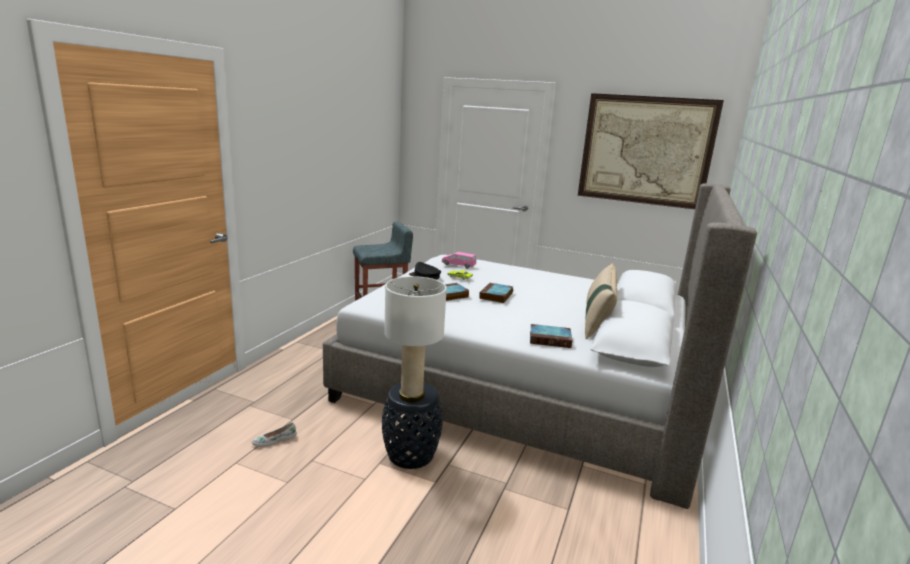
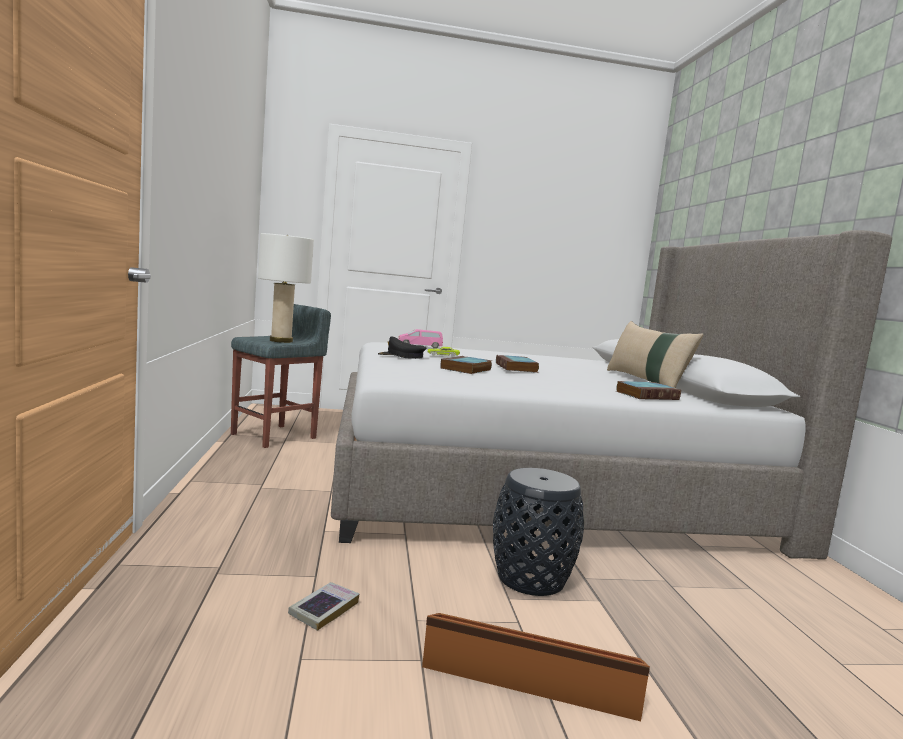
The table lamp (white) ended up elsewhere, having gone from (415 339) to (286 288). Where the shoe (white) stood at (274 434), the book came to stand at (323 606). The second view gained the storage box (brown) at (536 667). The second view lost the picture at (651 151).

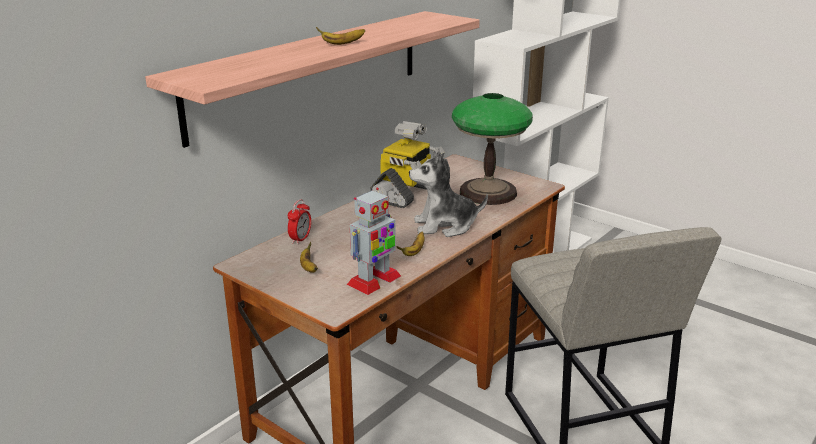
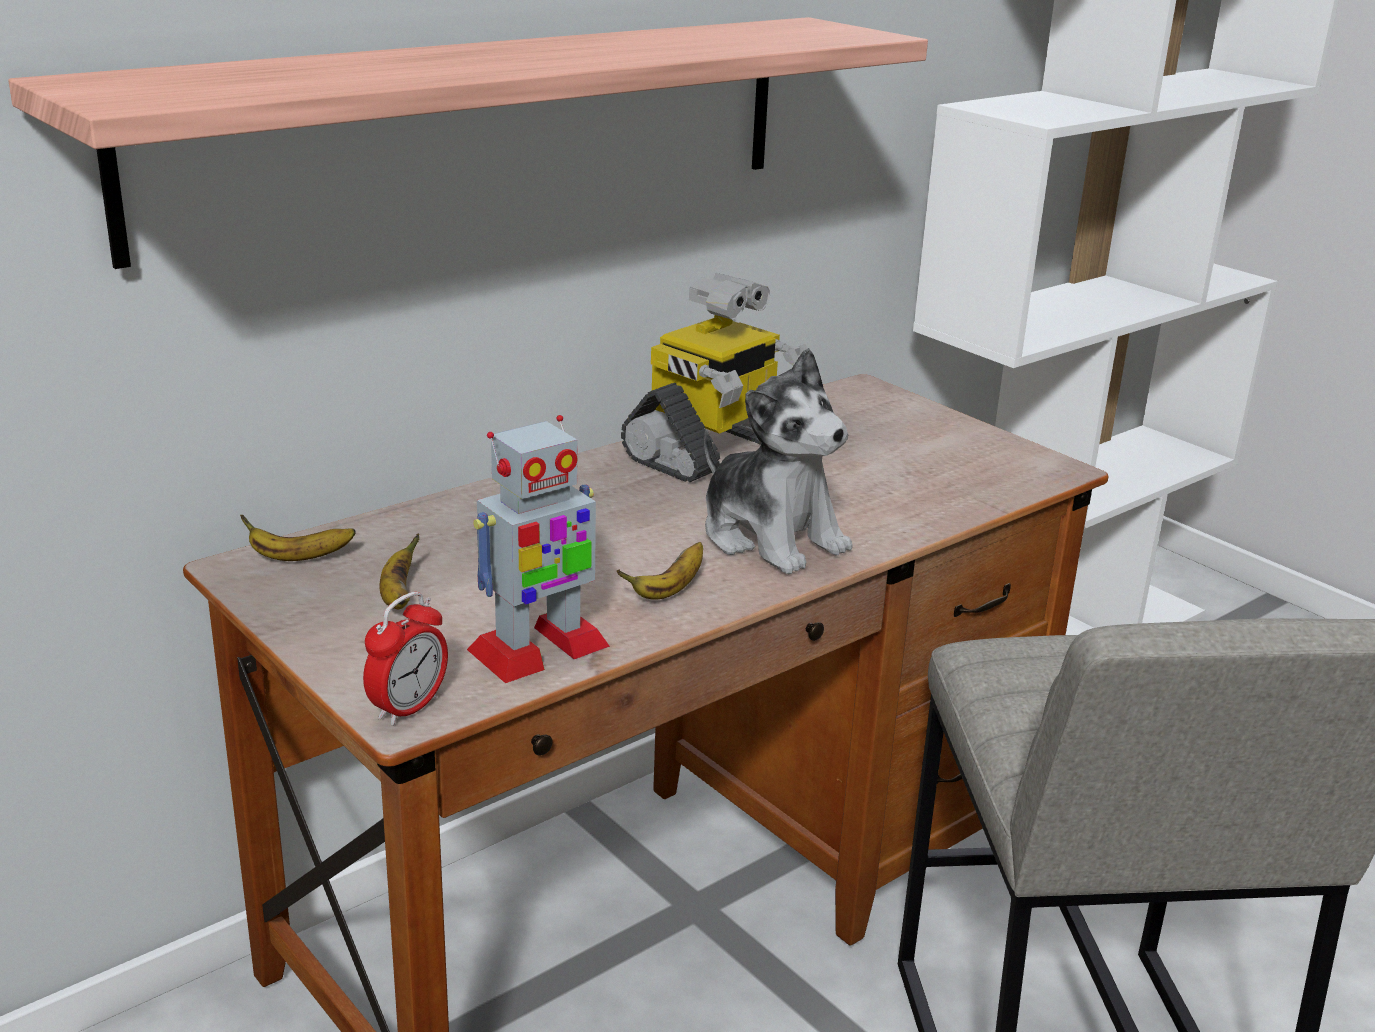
The banana ended up elsewhere, having gone from (340 36) to (298 538). The alarm clock ended up elsewhere, having gone from (299 221) to (405 659). The plush toy at (448 194) ended up facing another way, 135 degrees counterclockwise from before. The second view lost the table lamp at (492 149).

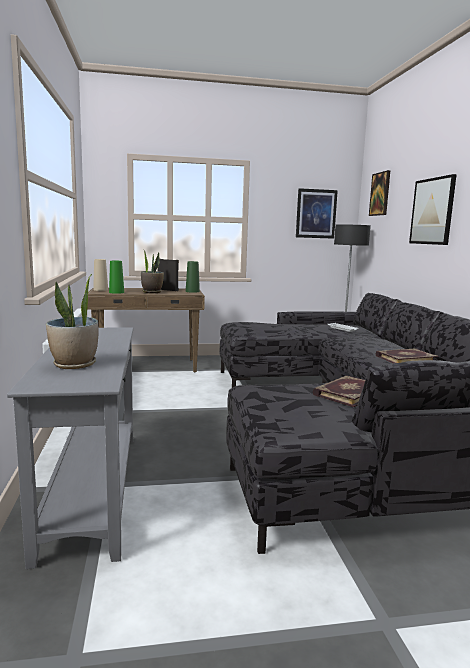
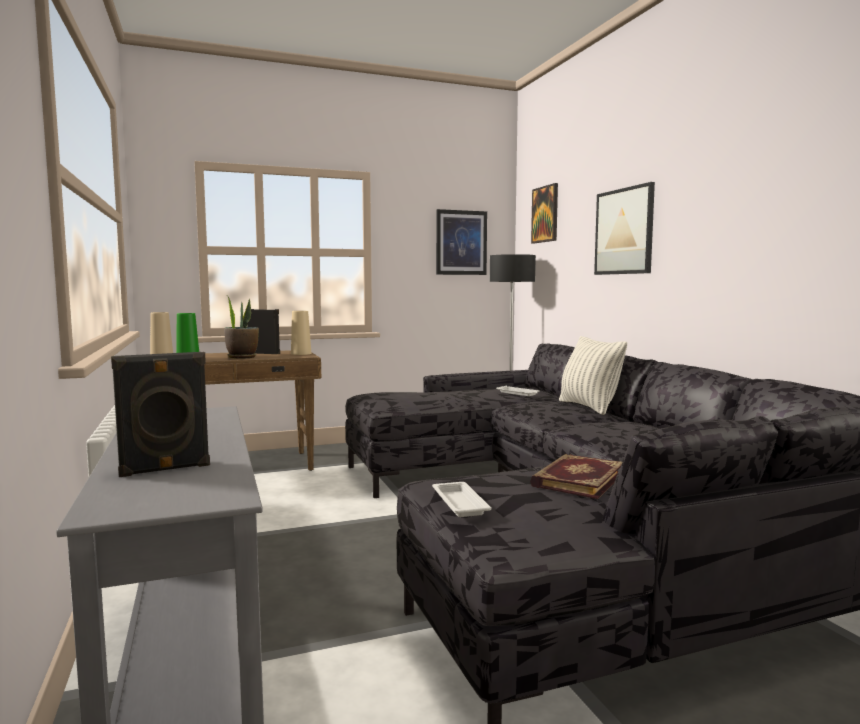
Where the potted plant stood at (72 321), the speaker (black) came to stand at (160 414). What was the vase (green) at (193 277) turned into the vase (beige) at (301 333). The second view gained the tray (white) at (461 499). The second view gained the pillow at (593 375). The second view lost the book at (407 356).

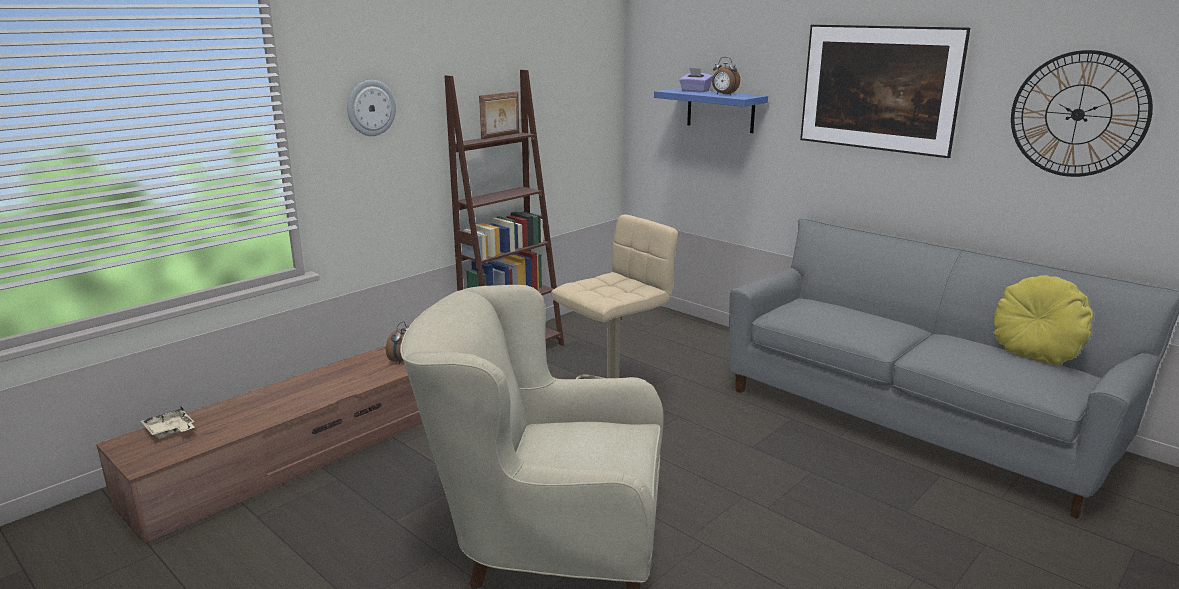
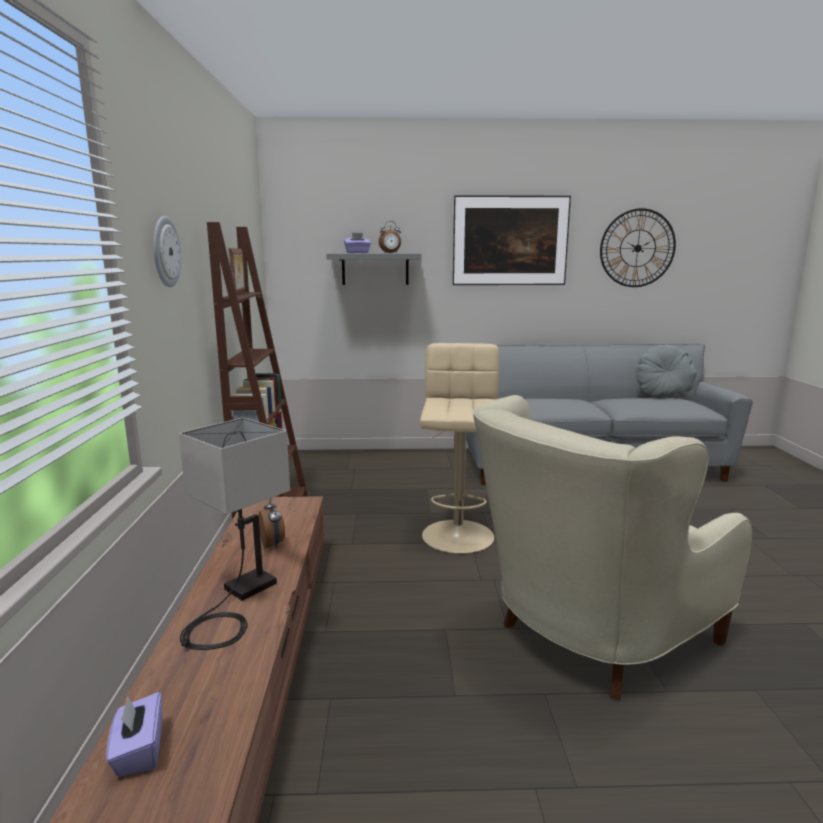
Where the tray (beige) stood at (167 422), the tissue box (purple) came to stand at (134 734). The second view gained the table lamp at (234 533). What was the shelf (blue) at (711 110) turned into the shelf (grey) at (373 269). What was the pillow (yellow) at (1043 320) turned into the pillow (grey) at (666 371).

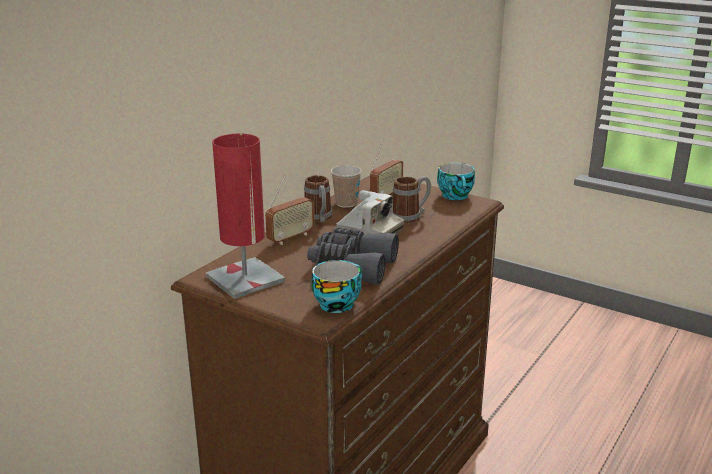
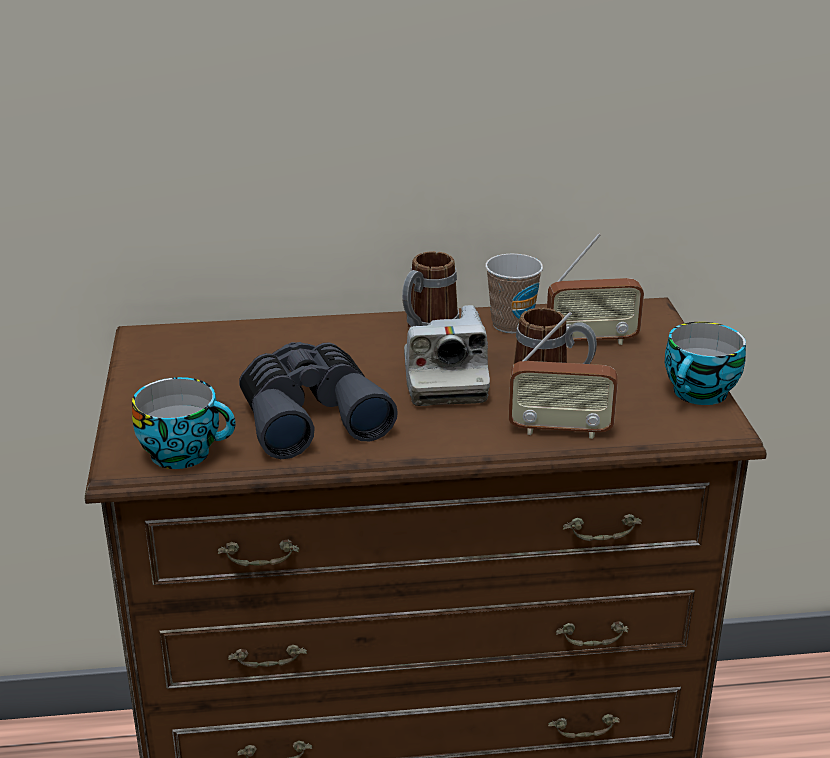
The radio ended up elsewhere, having gone from (289 210) to (563 375). The second view lost the table lamp (red) at (245 216).

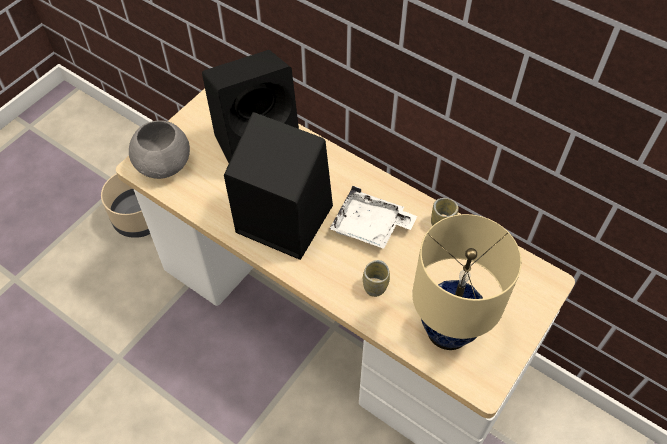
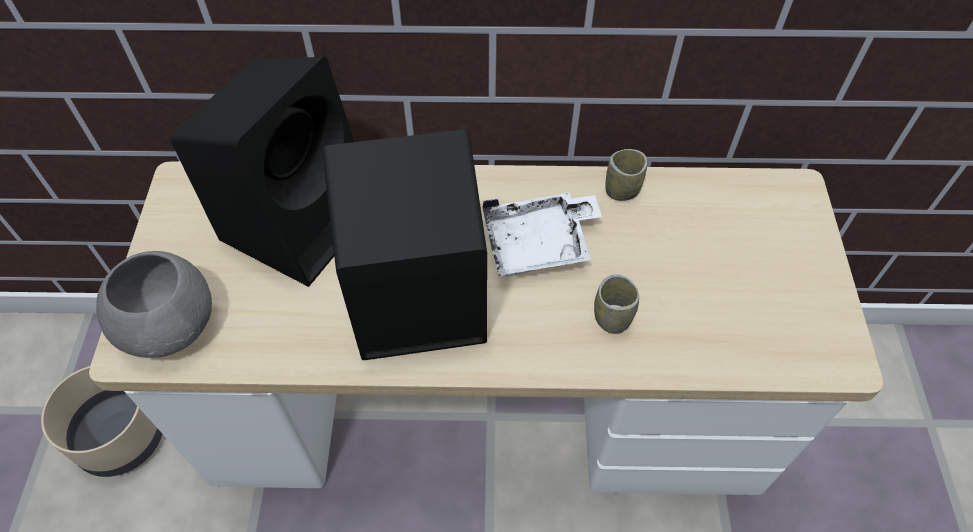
The second view lost the table lamp (beige) at (467 282).

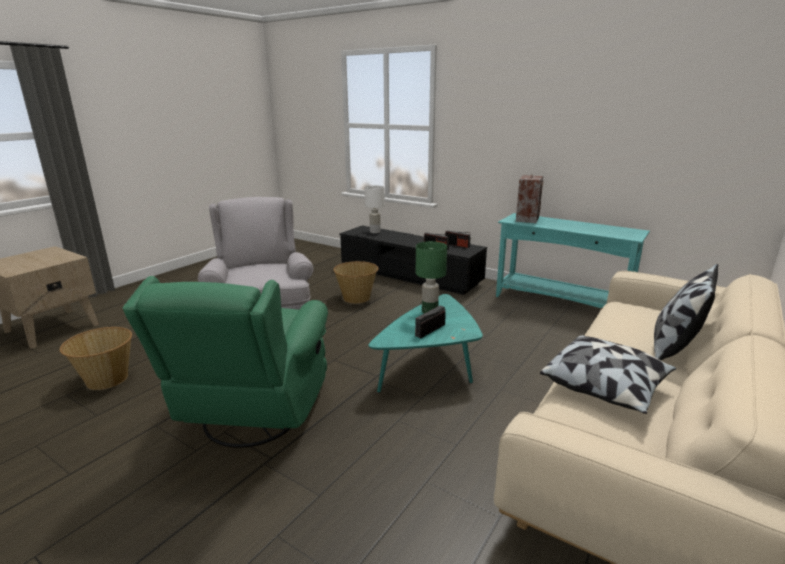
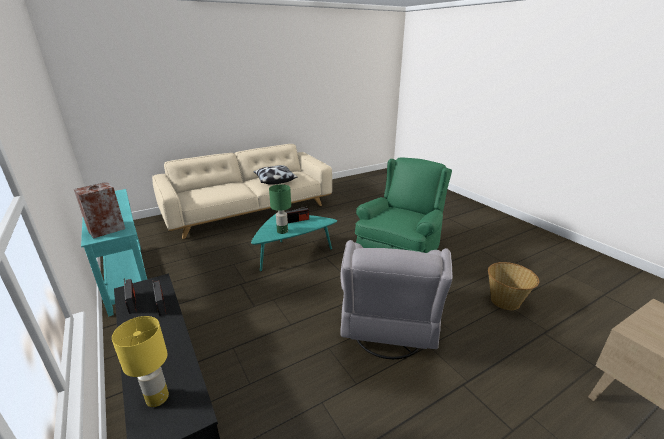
What was the table lamp (white) at (374 209) turned into the table lamp (yellow) at (140 361). The second view lost the basket at (356 282). The second view lost the pillow at (686 312).

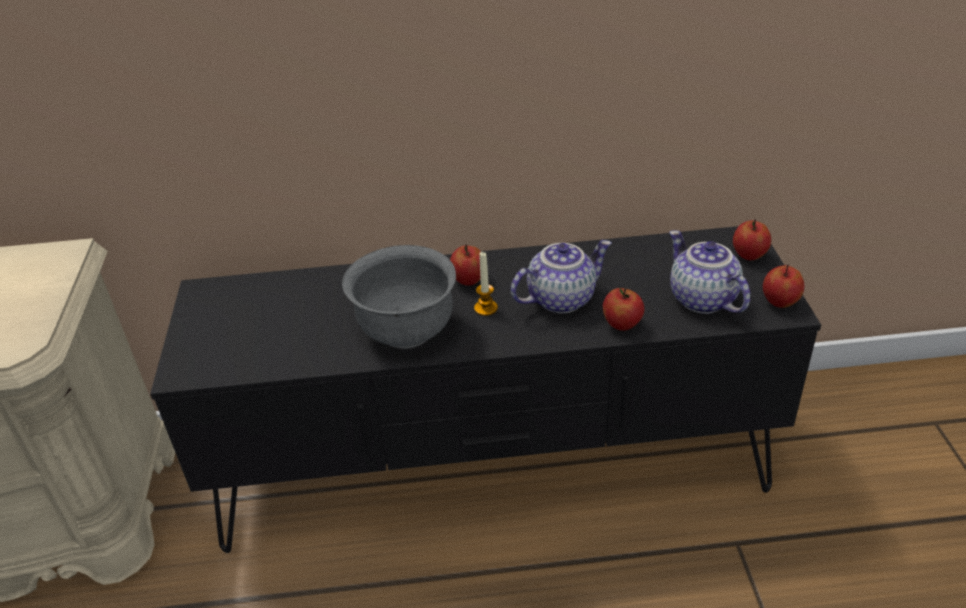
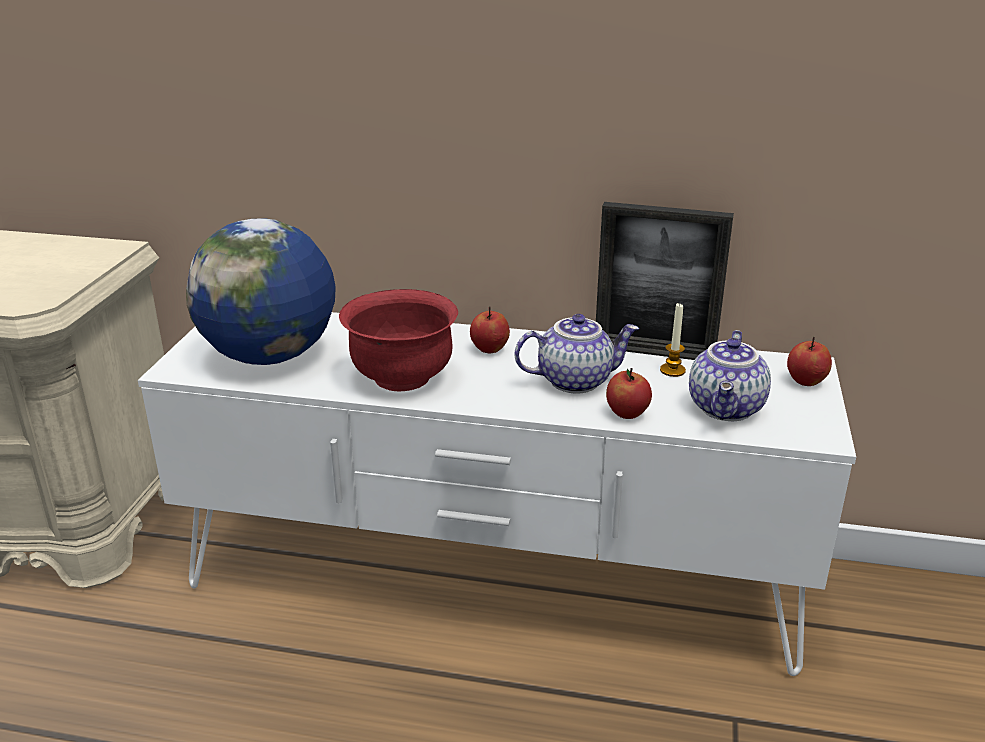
What was the tv stand (black) at (485 389) turned into the tv stand (white) at (497 494). The second view gained the globe at (261 291). What was the bowl (grey) at (399 297) turned into the bowl (red) at (398 340). The second view gained the picture frame at (665 281). The candle ended up elsewhere, having gone from (486 284) to (673 340). The teapot at (709 272) ended up facing another way, 150 degrees counterclockwise from before. The second view lost the apple at (783 286).

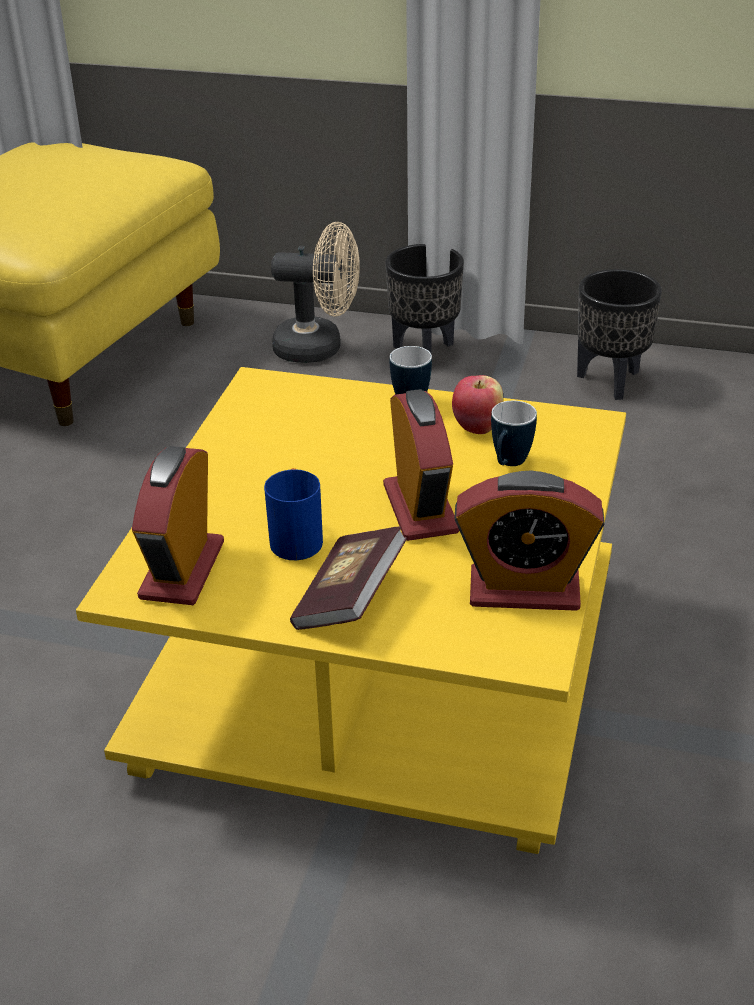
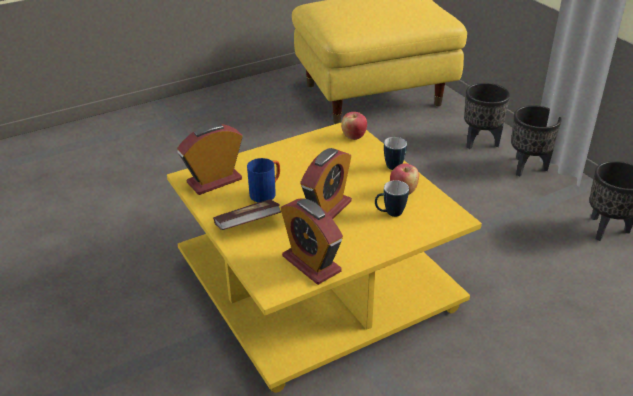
The second view gained the apple at (354 126). Where the fan (beige) stood at (315 292), the planter (black) came to stand at (487 116).

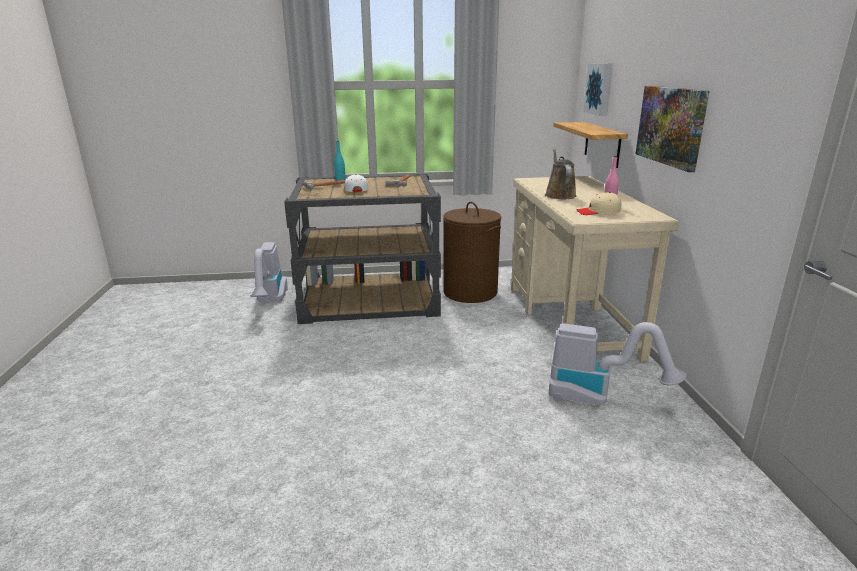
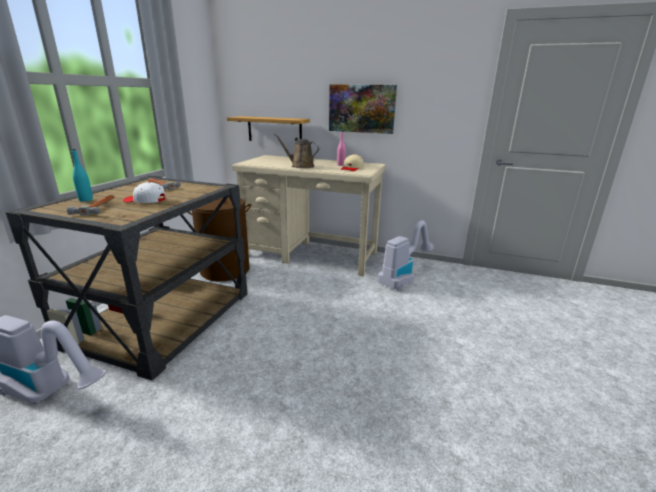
The second view lost the picture at (598 89).

